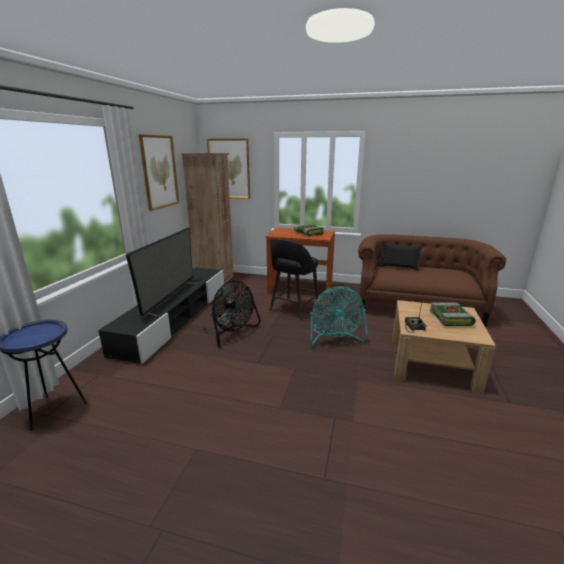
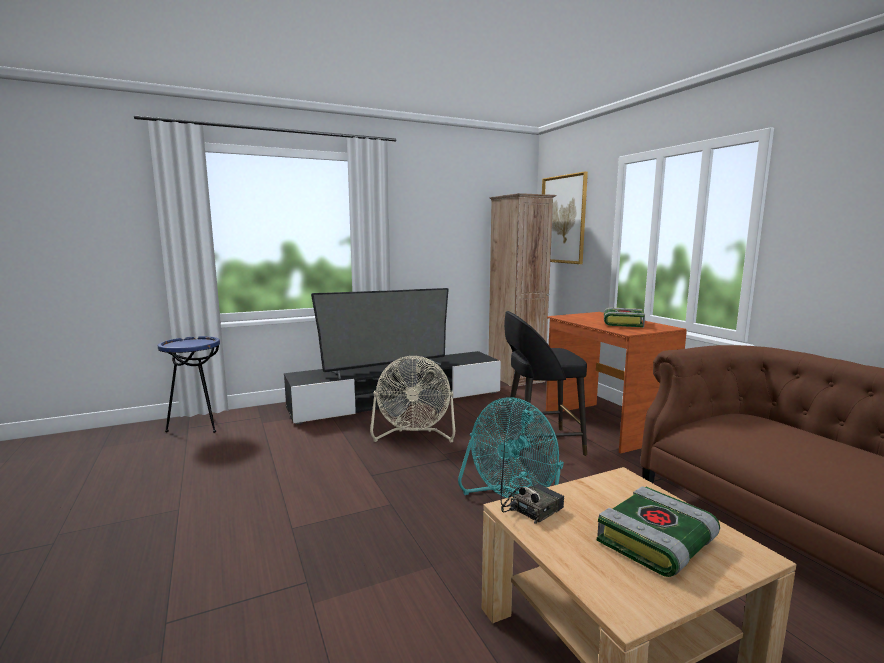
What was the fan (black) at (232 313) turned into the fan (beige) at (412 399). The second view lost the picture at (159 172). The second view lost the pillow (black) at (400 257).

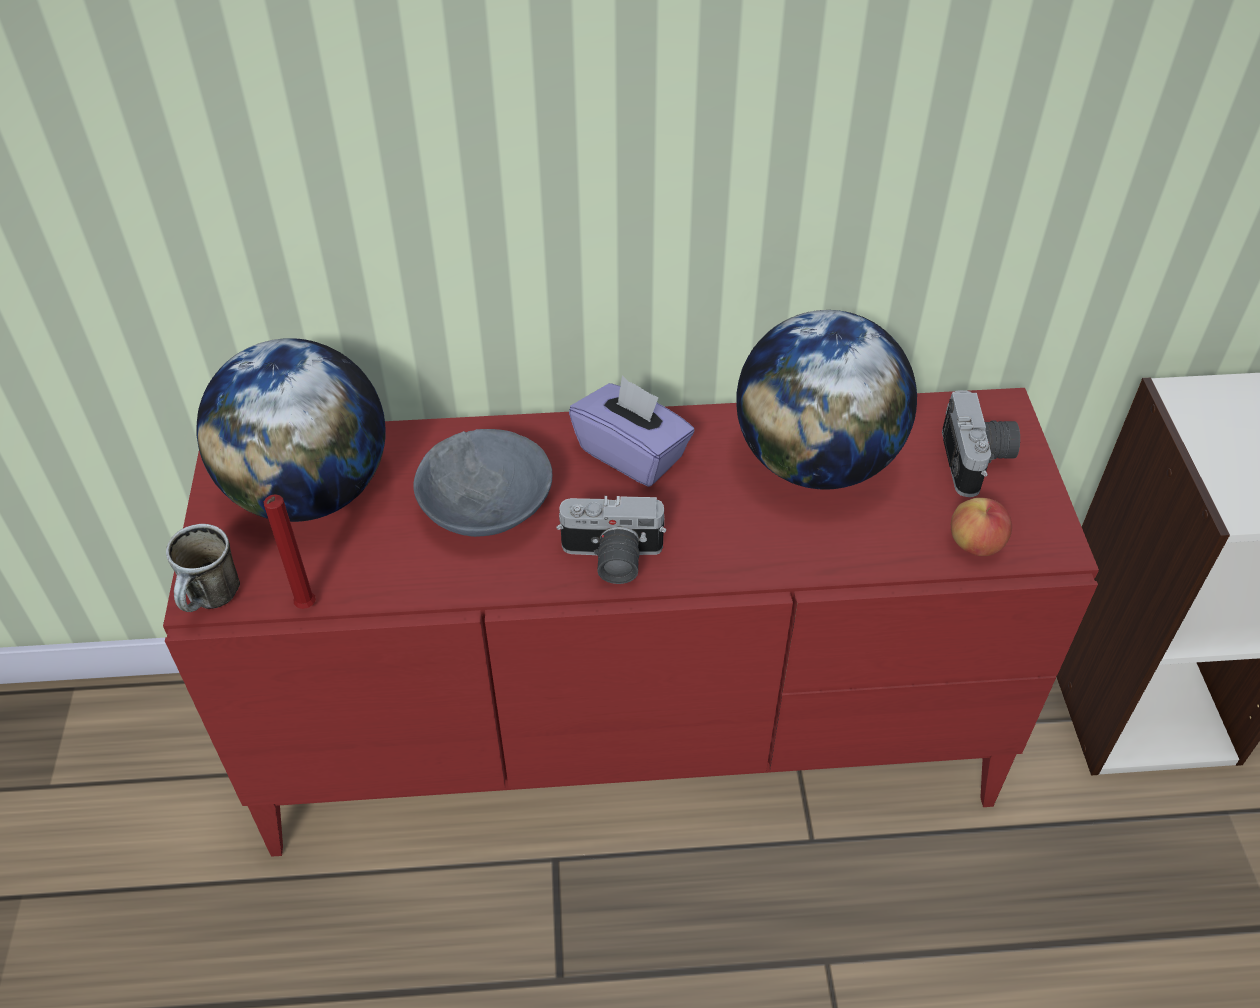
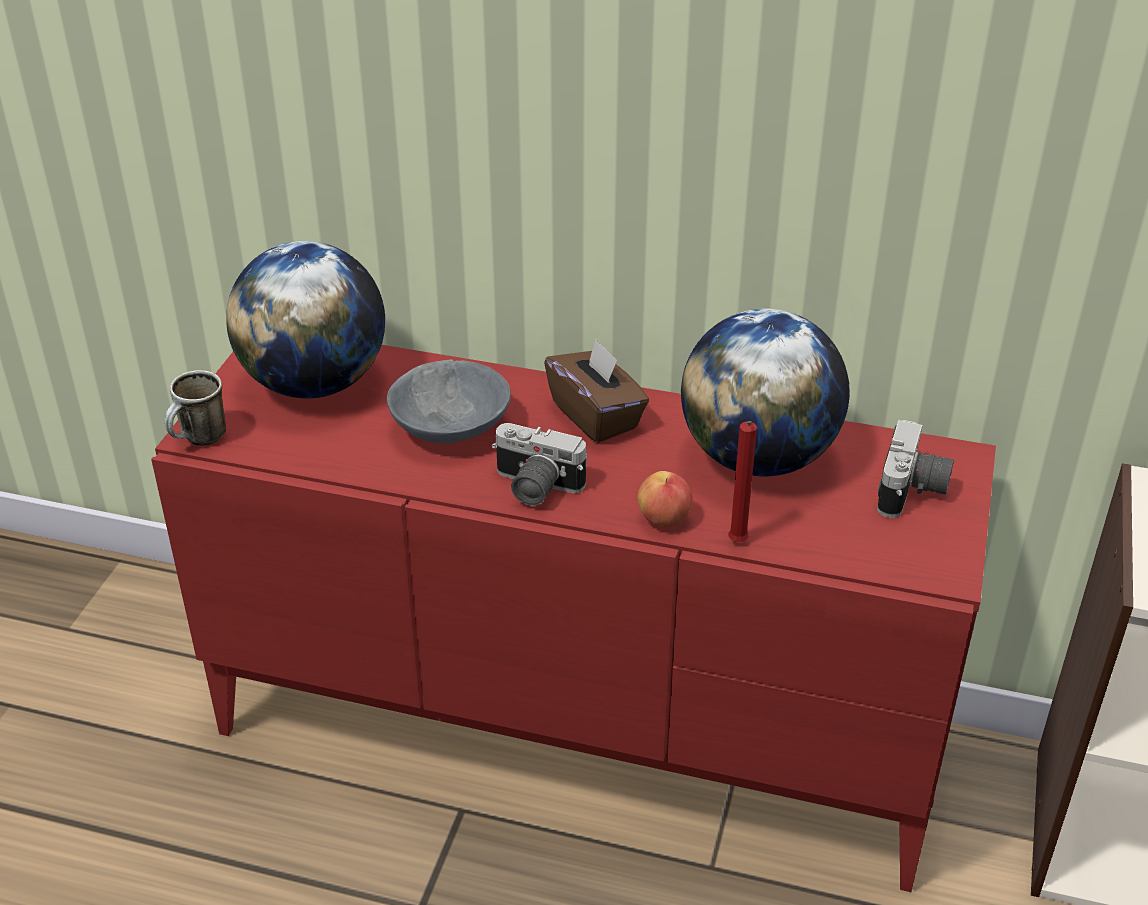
What was the tissue box (purple) at (631 431) turned into the tissue box (brown) at (596 391). The apple ended up elsewhere, having gone from (981 527) to (665 499). The candle (red) ended up elsewhere, having gone from (290 551) to (742 481).

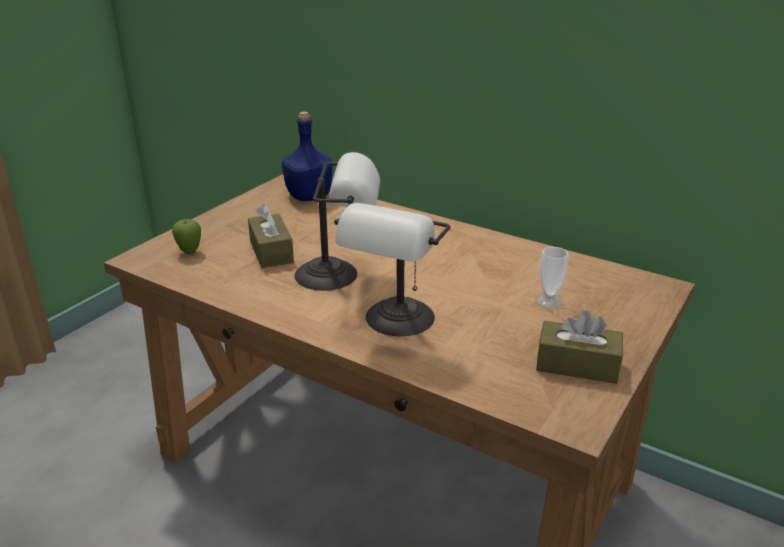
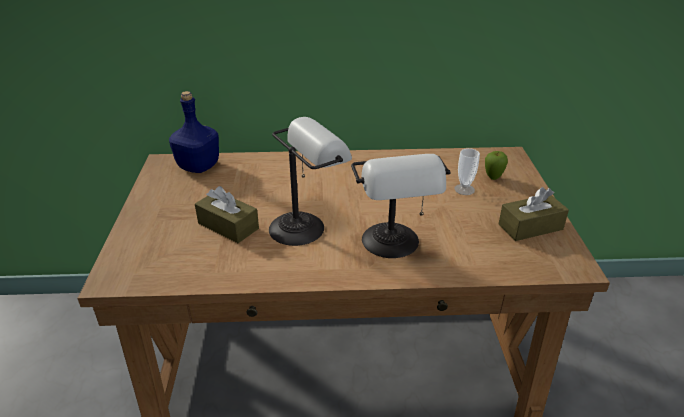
The apple ended up elsewhere, having gone from (186 236) to (496 165).

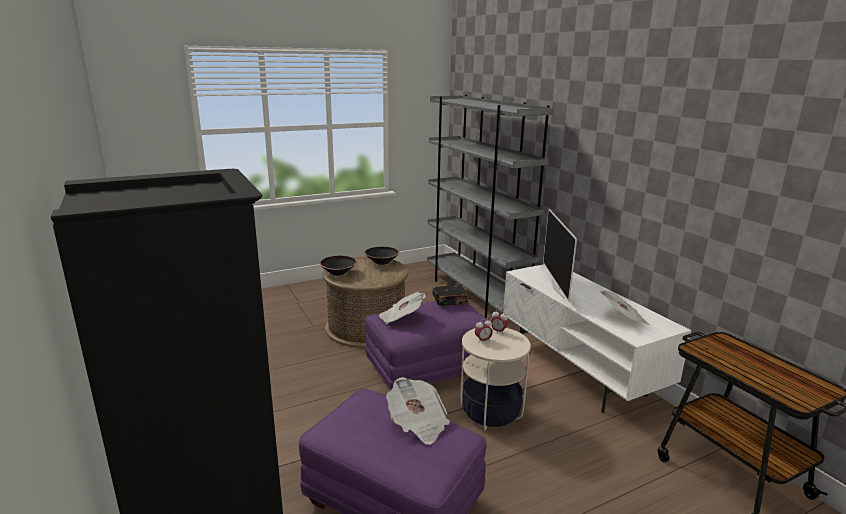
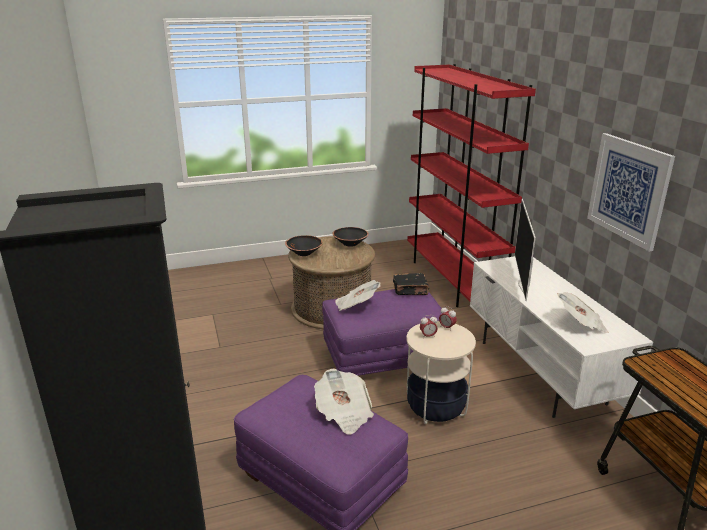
What was the bookcase (grey) at (490 206) turned into the bookcase (red) at (471 185). The second view gained the picture at (631 192).

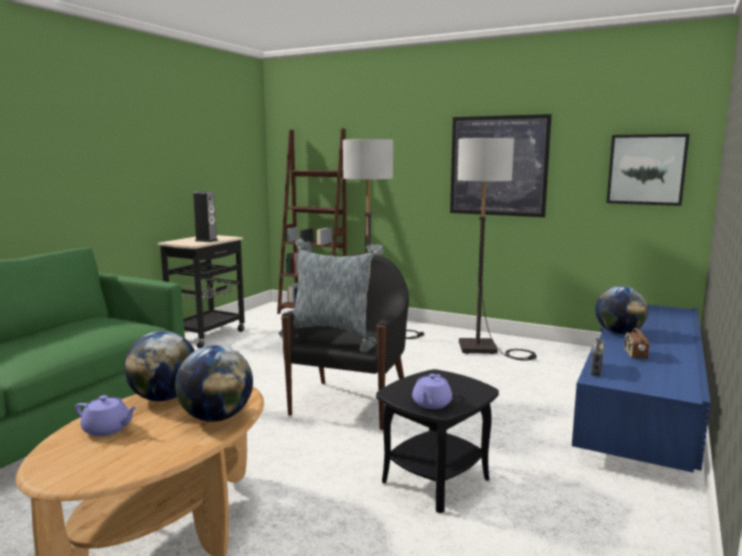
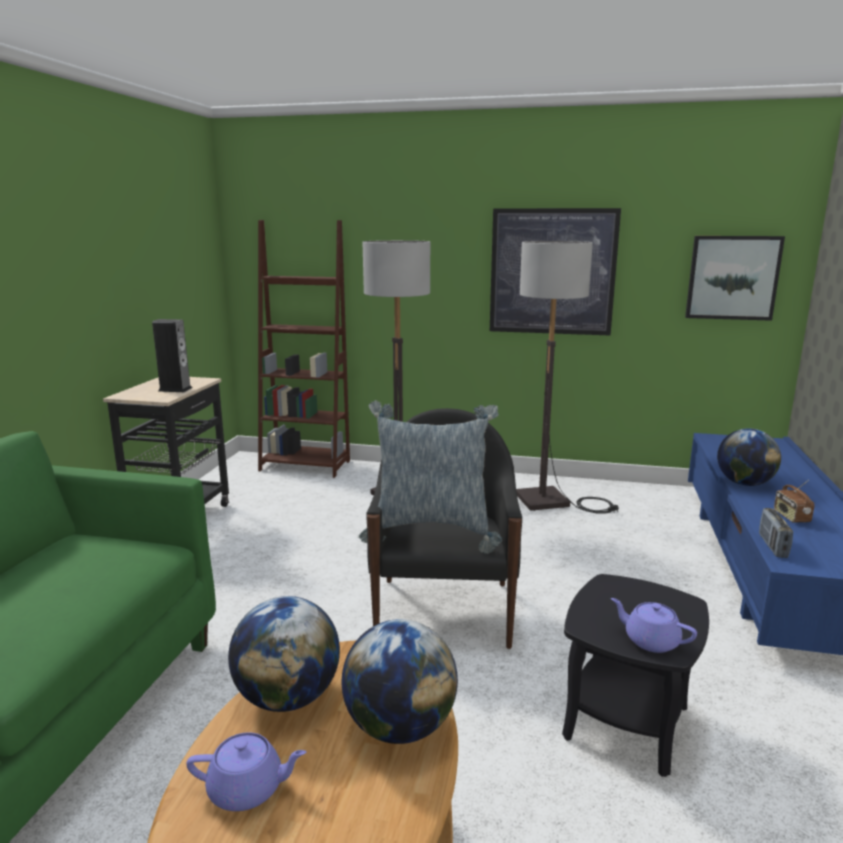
The teapot (purple) at (432 391) ended up facing another way, 120 degrees clockwise from before.

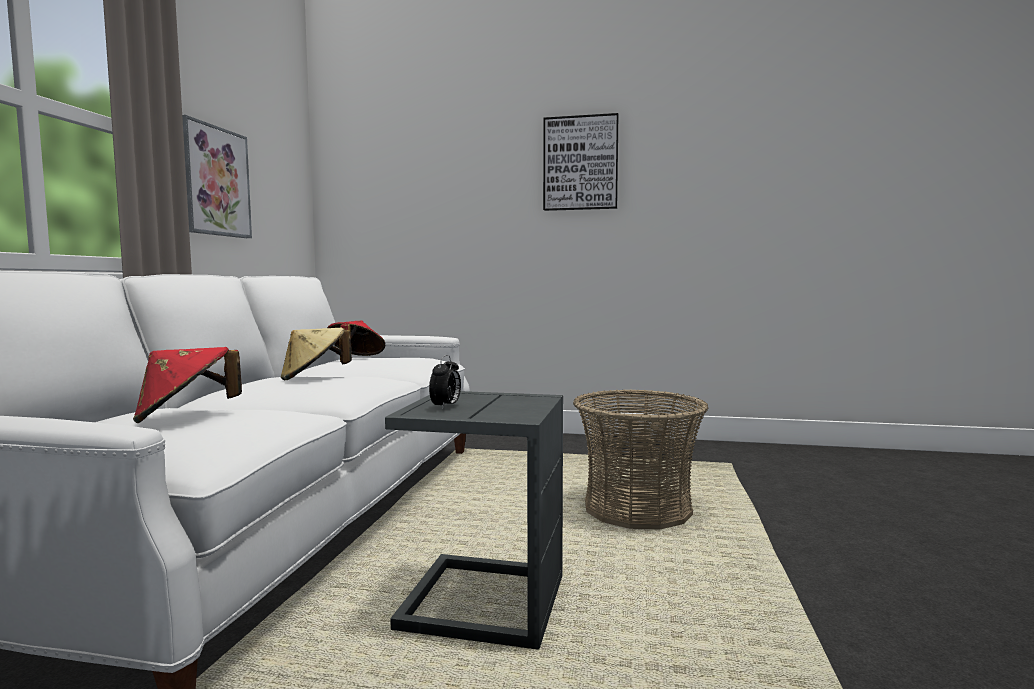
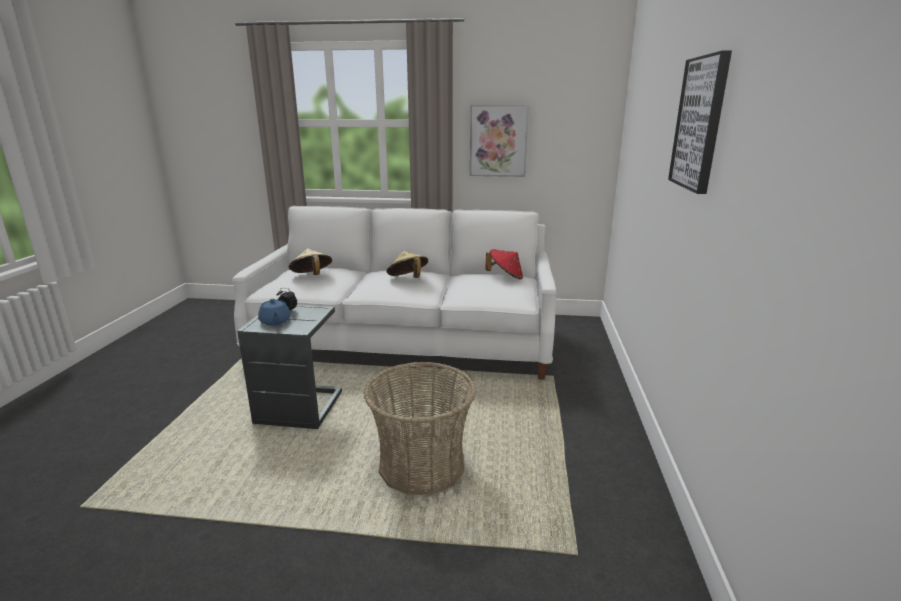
The second view gained the teapot (blue) at (274 312). What was the hat (red) at (187 385) turned into the hat (beige) at (310 261).

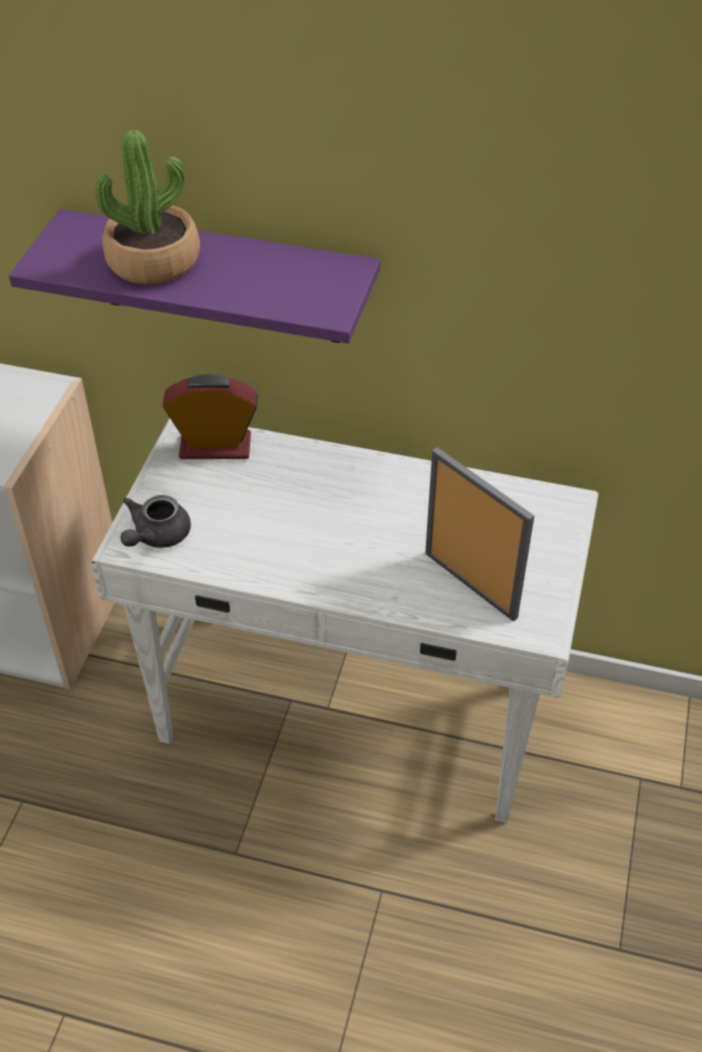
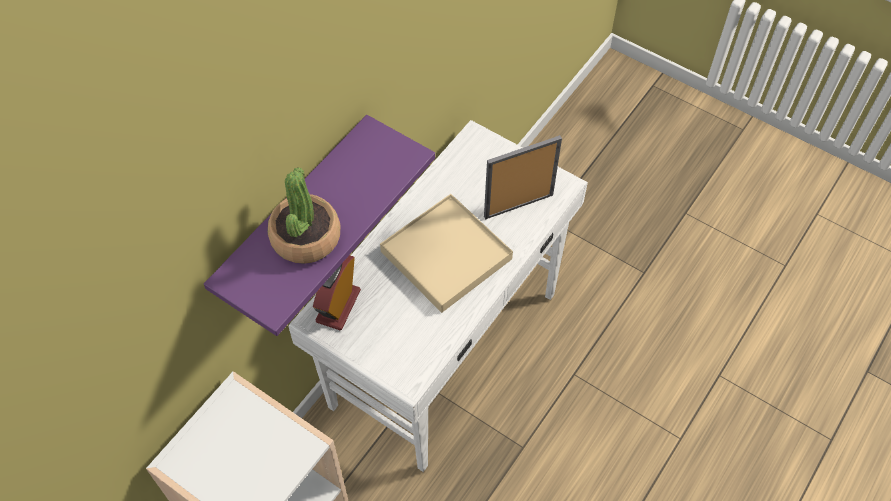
The second view gained the tray (beige) at (446 253). The second view lost the teapot (grey) at (155 521).

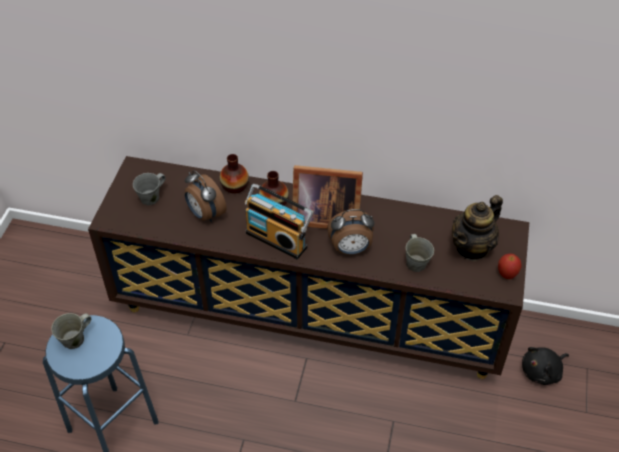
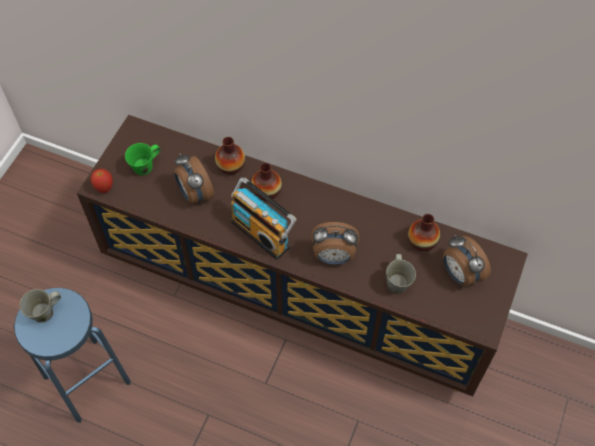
The apple ended up elsewhere, having gone from (510 266) to (101 181). What was the mug (grey) at (149 189) turned into the mug (green) at (142 159). The second view gained the vase at (424 233). Where the teapot stood at (477 228), the alarm clock came to stand at (467 260). The second view lost the picture frame at (327 197). The second view lost the plush toy (black) at (545 366).

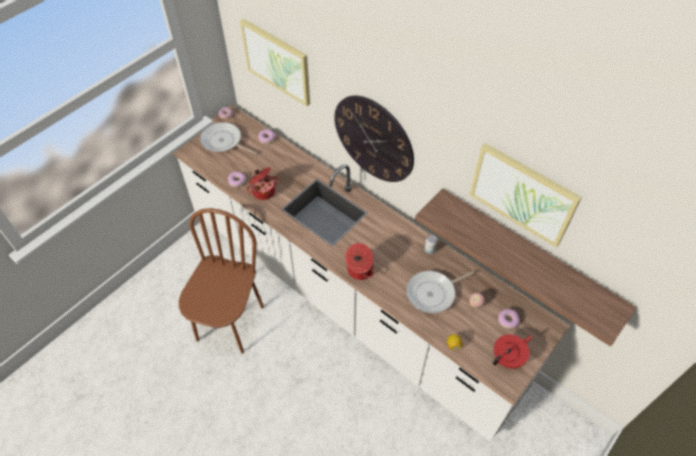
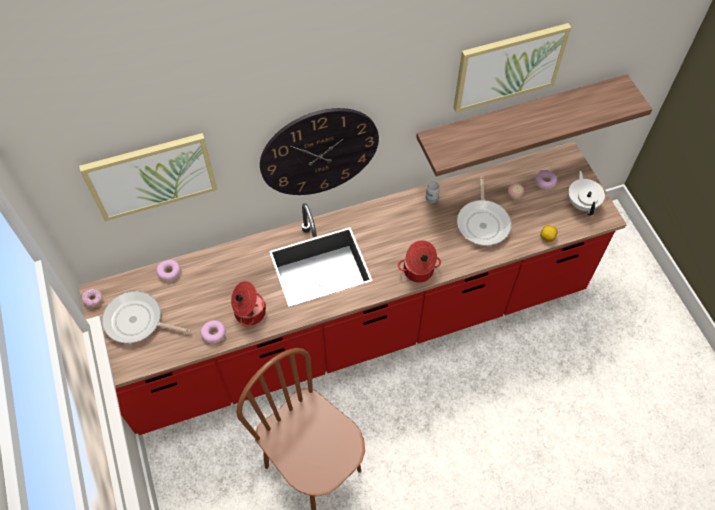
What was the counter (white) at (371 273) turned into the counter (red) at (353 288). The frying pan at (228 138) ended up facing another way, 45 degrees clockwise from before. What was the teapot (red) at (512 351) turned into the teapot (white) at (586 193).

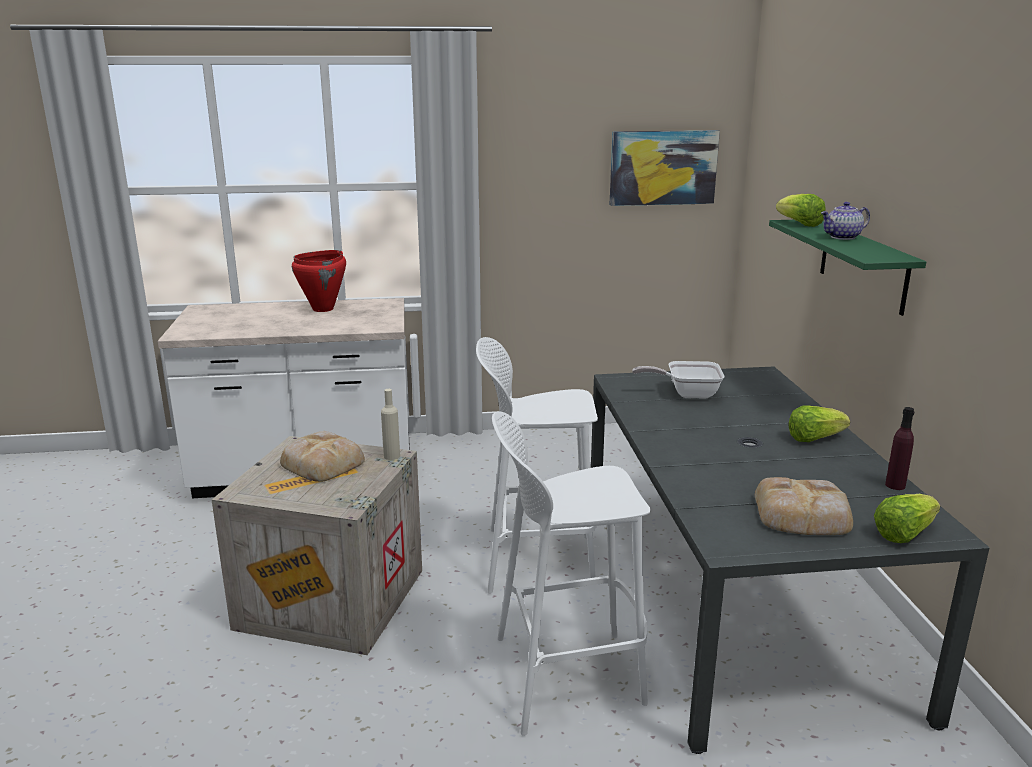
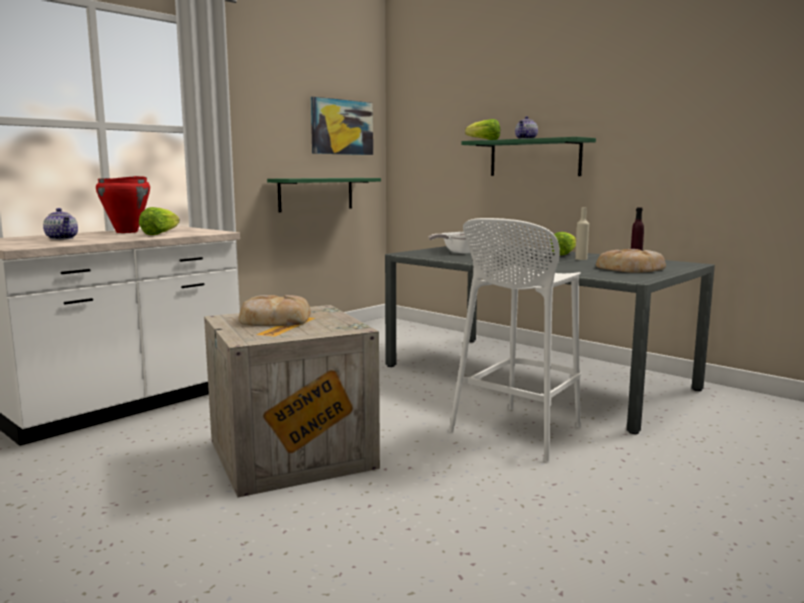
The second view gained the teapot at (60 224). The lettuce ended up elsewhere, having gone from (907 518) to (159 221). The second view gained the shelf (green) at (324 195). The bottle (beige) ended up elsewhere, having gone from (390 424) to (582 234). The second view lost the stool (white) at (537 465).

